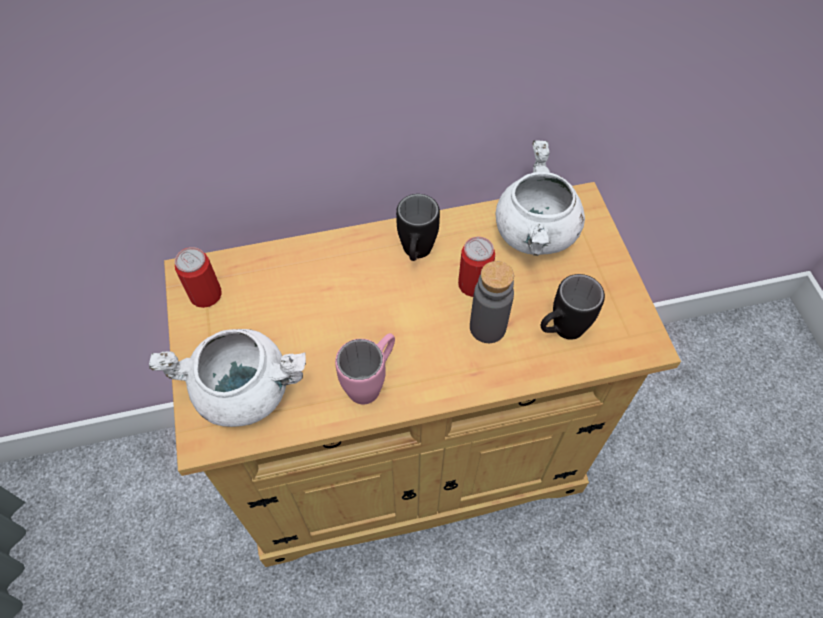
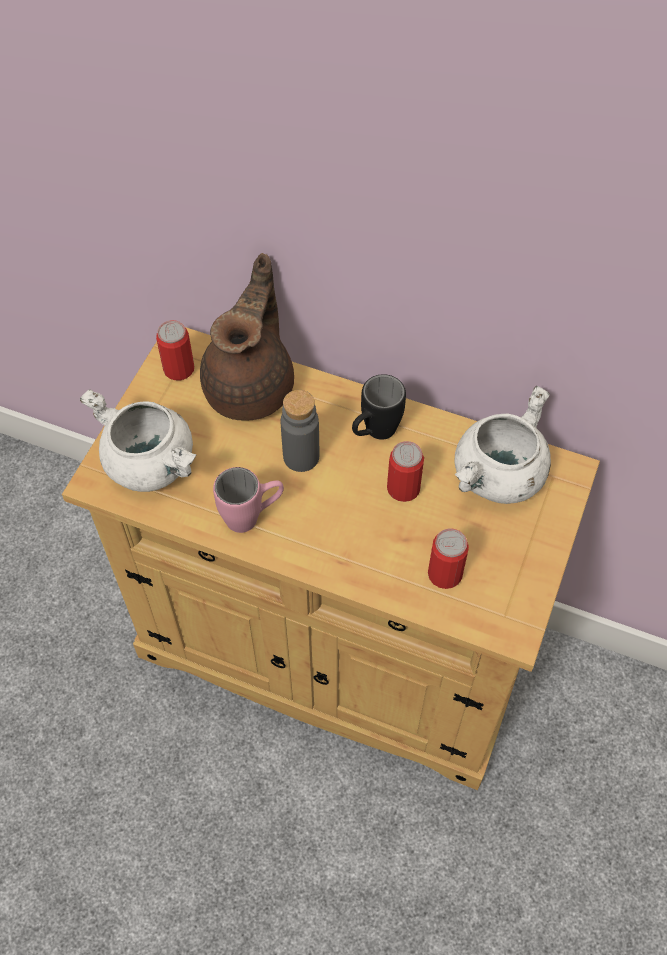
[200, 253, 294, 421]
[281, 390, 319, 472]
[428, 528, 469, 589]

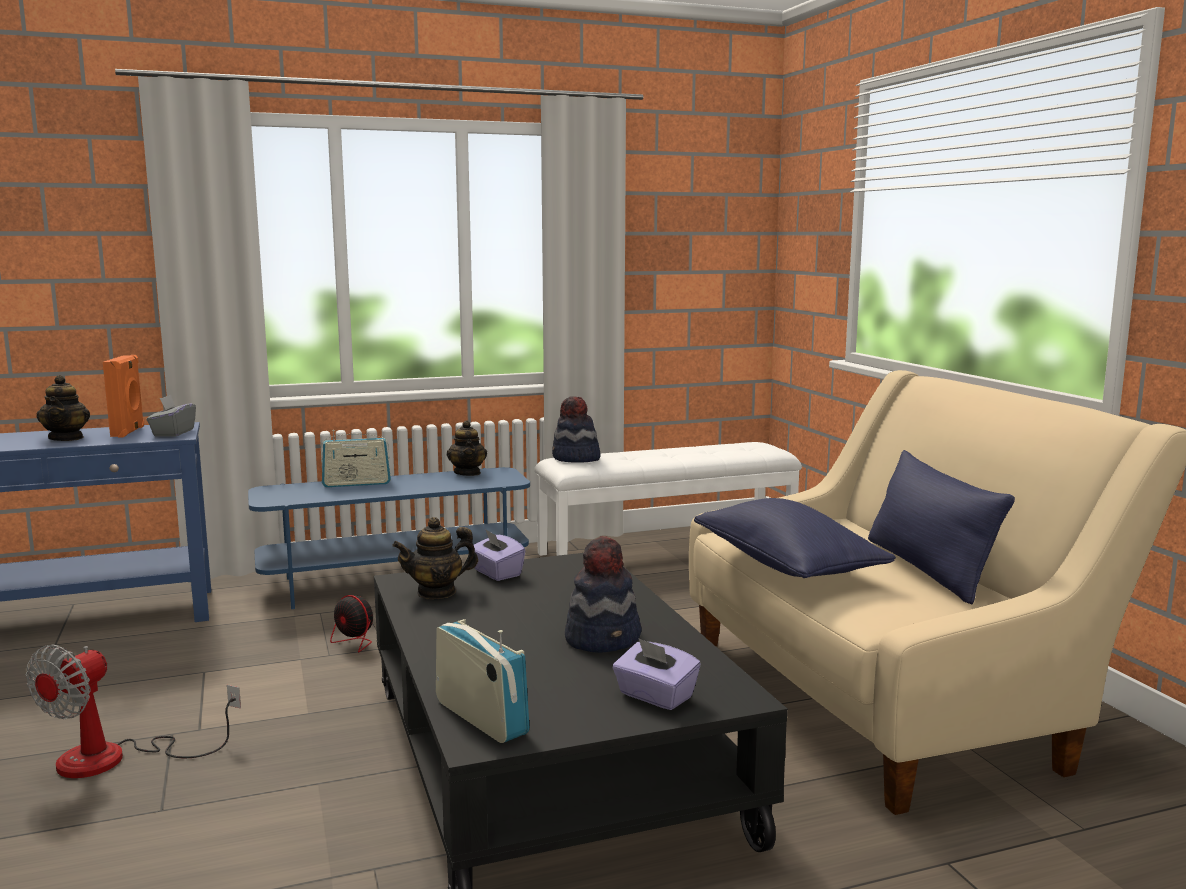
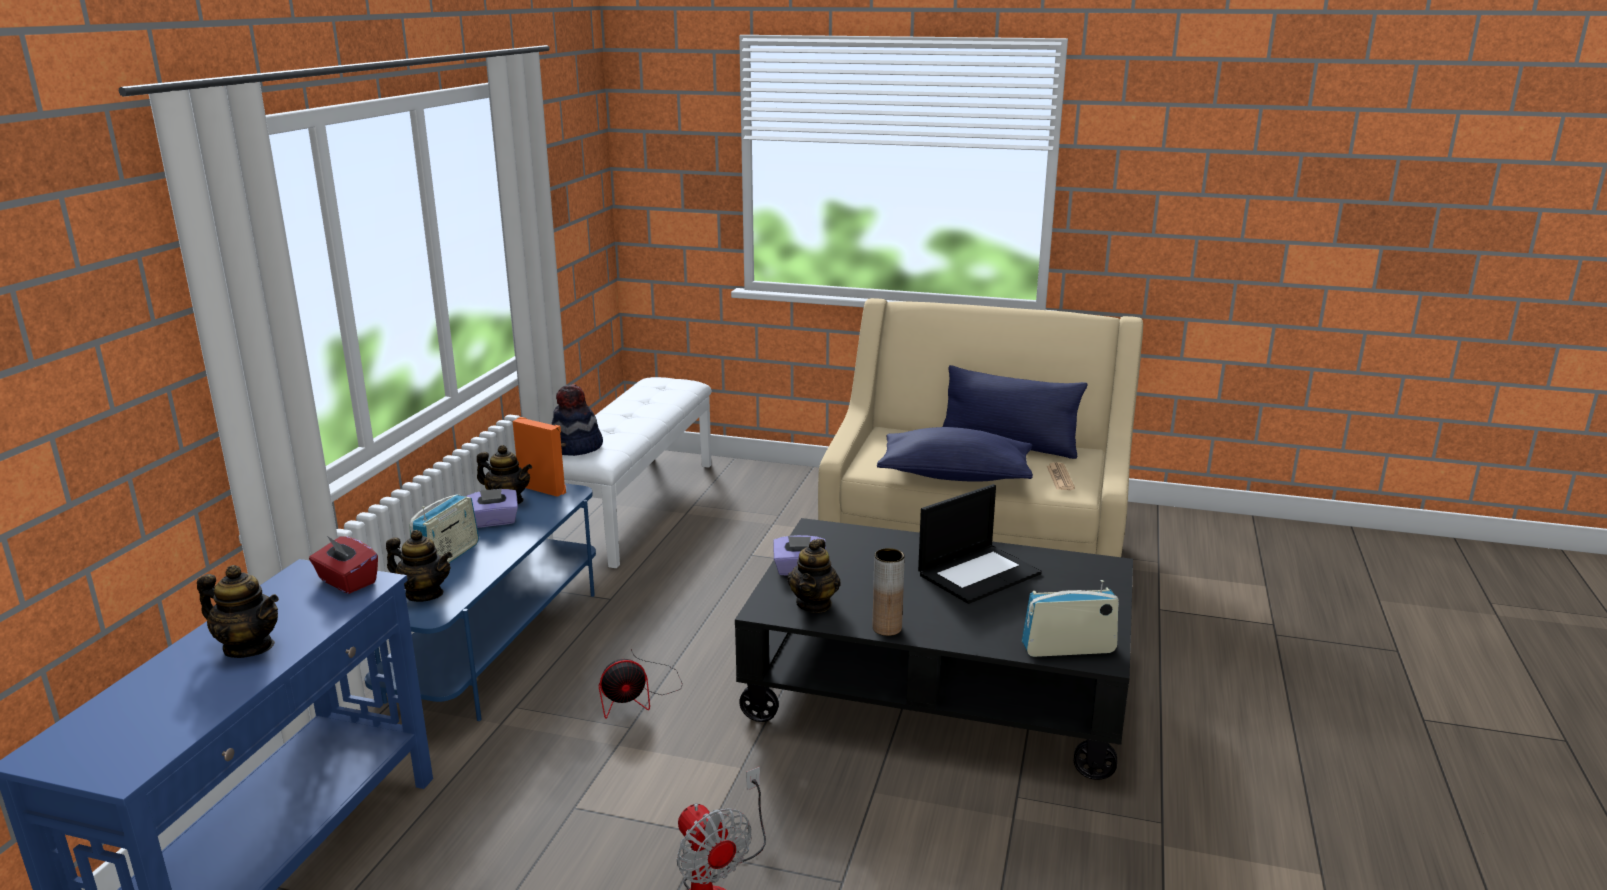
[386, 530, 452, 602]
[872, 548, 905, 636]
[1047, 462, 1075, 490]
[513, 417, 566, 497]
[466, 489, 518, 528]
[918, 484, 1042, 604]
[309, 536, 378, 594]

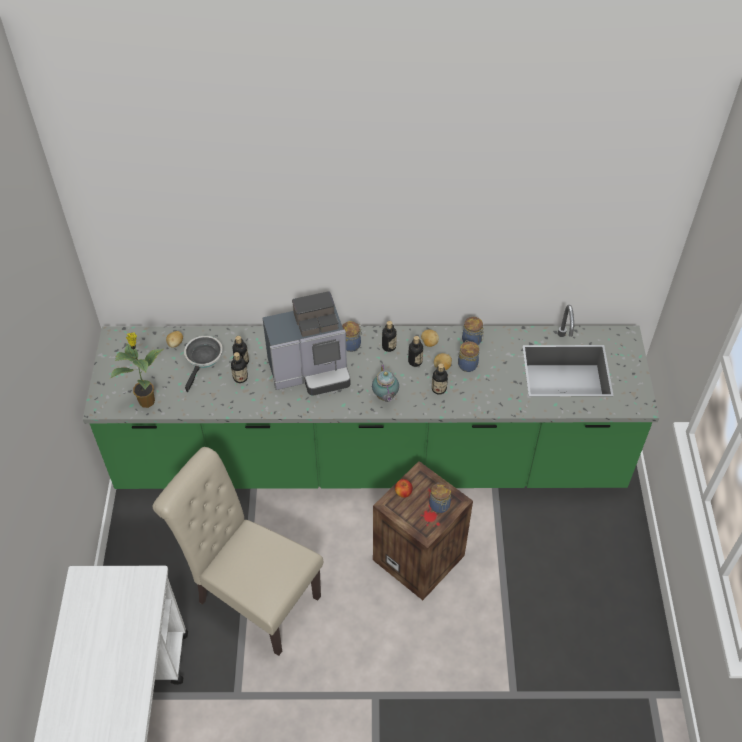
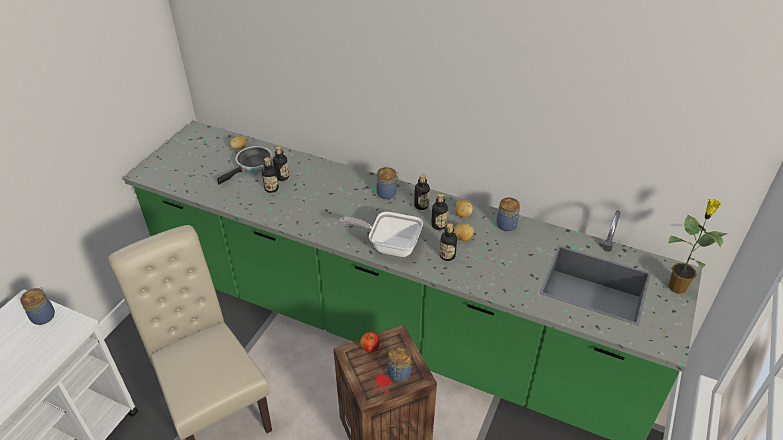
[262, 292, 350, 396] (first image)
[668, 199, 728, 294]
[20, 287, 55, 325]
[340, 212, 423, 257]

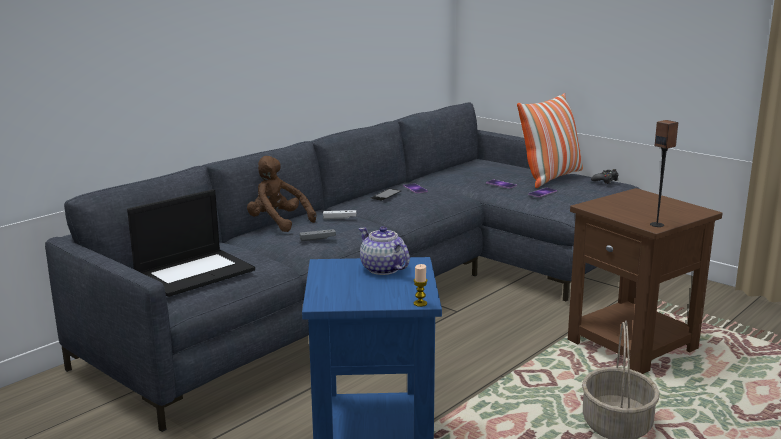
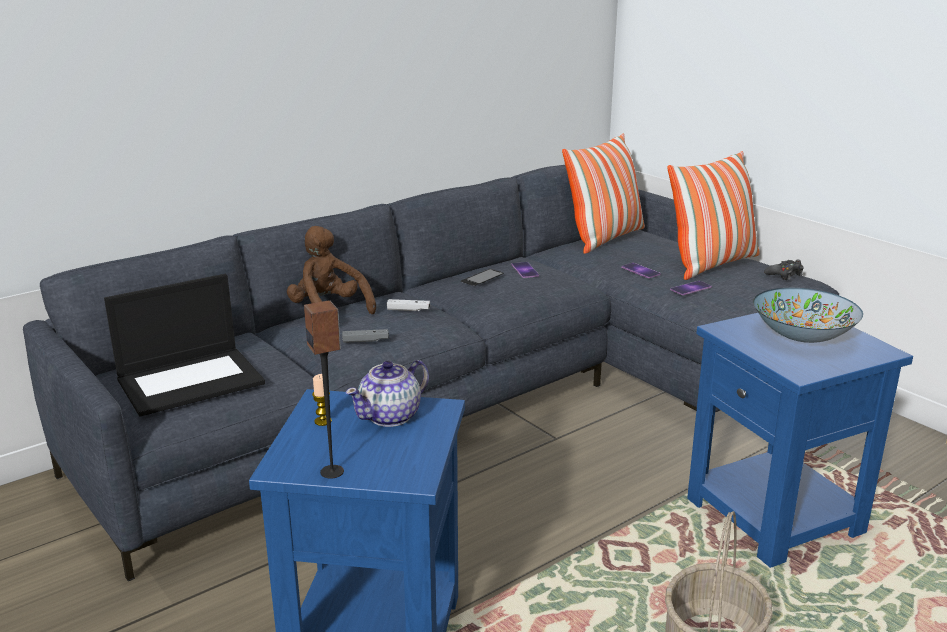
[562, 134, 645, 254]
[753, 288, 863, 343]
[312, 374, 332, 426]
[304, 300, 344, 479]
[687, 313, 913, 568]
[346, 360, 429, 427]

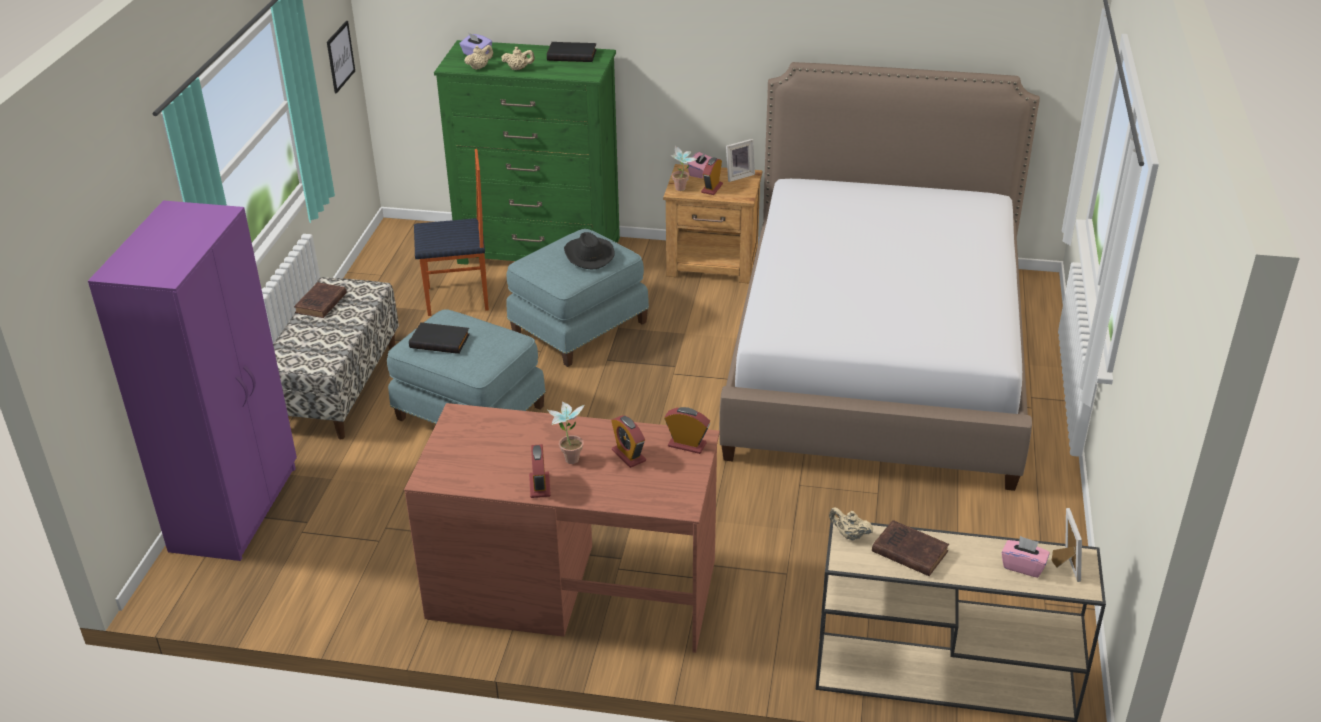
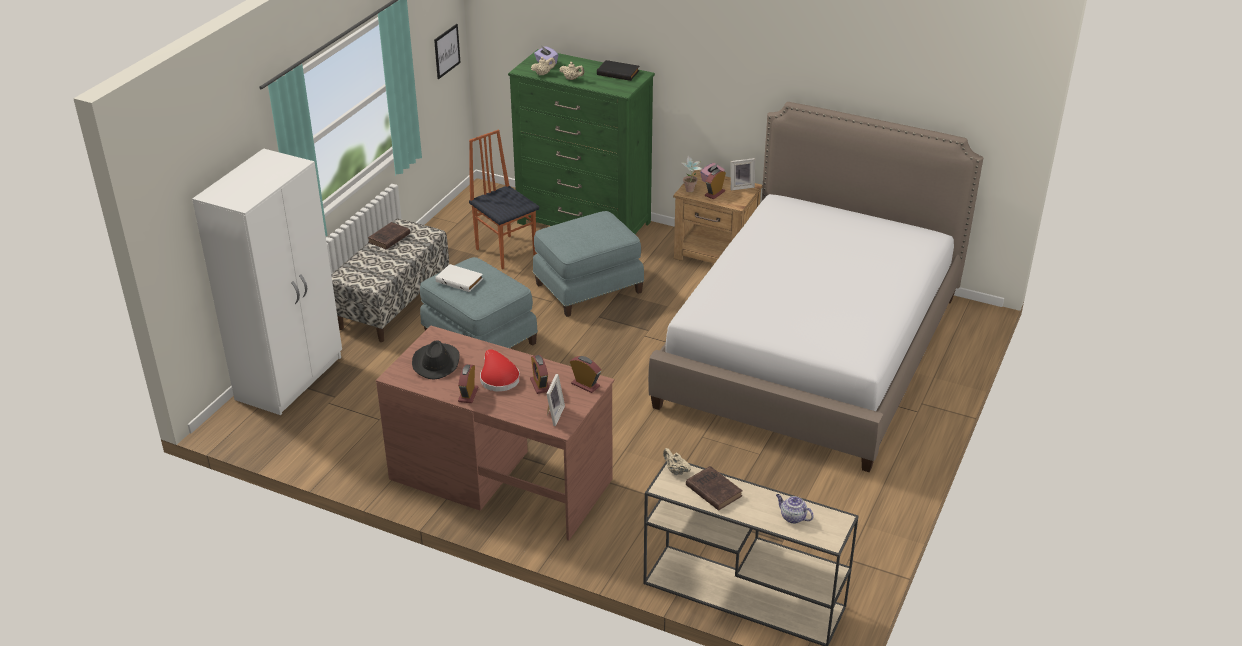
[412, 340, 460, 380]
[546, 374, 565, 426]
[480, 349, 520, 392]
[776, 494, 814, 524]
[192, 148, 342, 415]
[435, 264, 483, 292]
[469, 130, 539, 269]

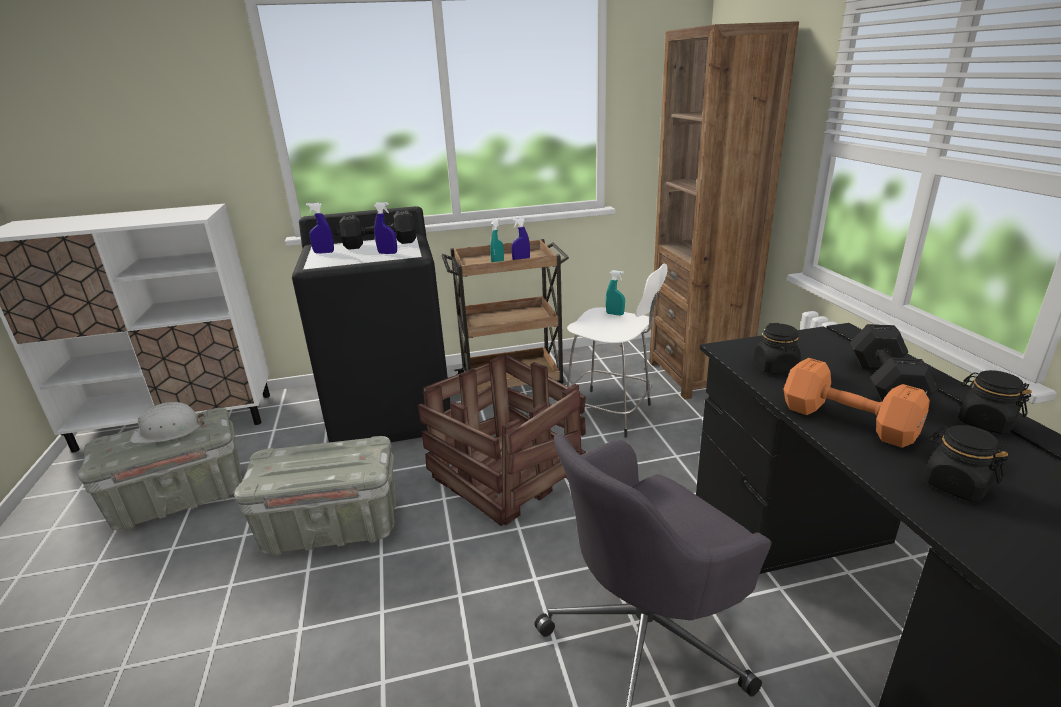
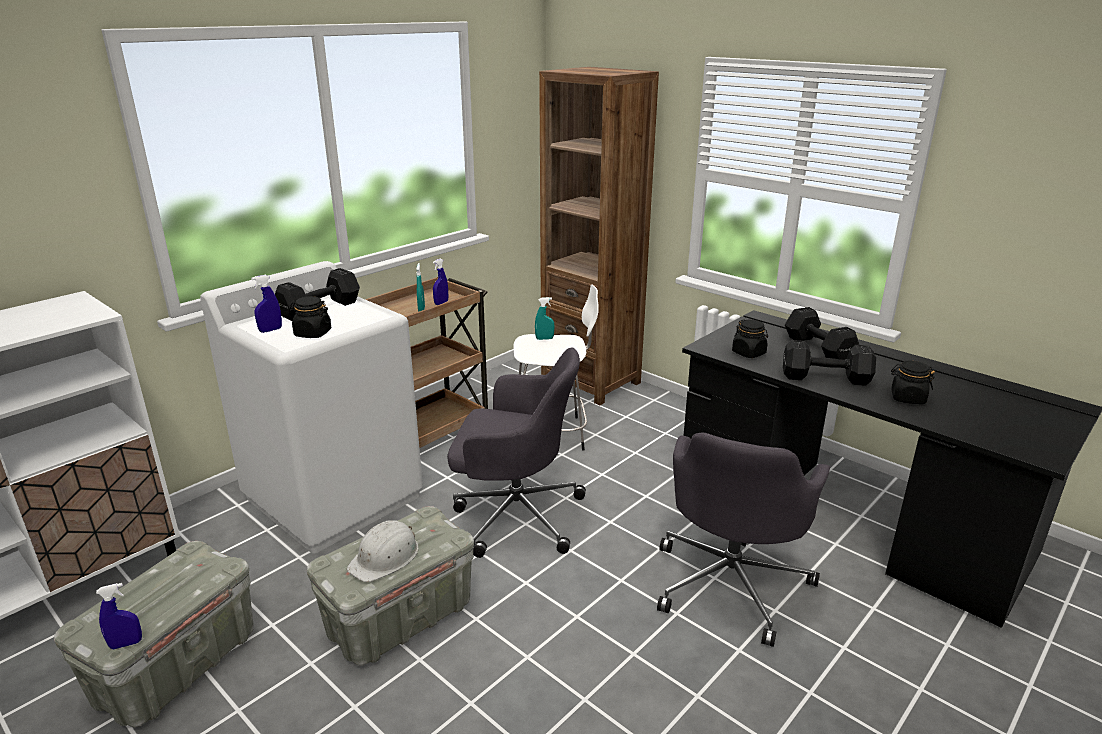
[347, 520, 418, 582]
[96, 583, 142, 649]
[289, 296, 331, 338]
[447, 348, 586, 558]
[200, 261, 423, 553]
[783, 340, 876, 386]

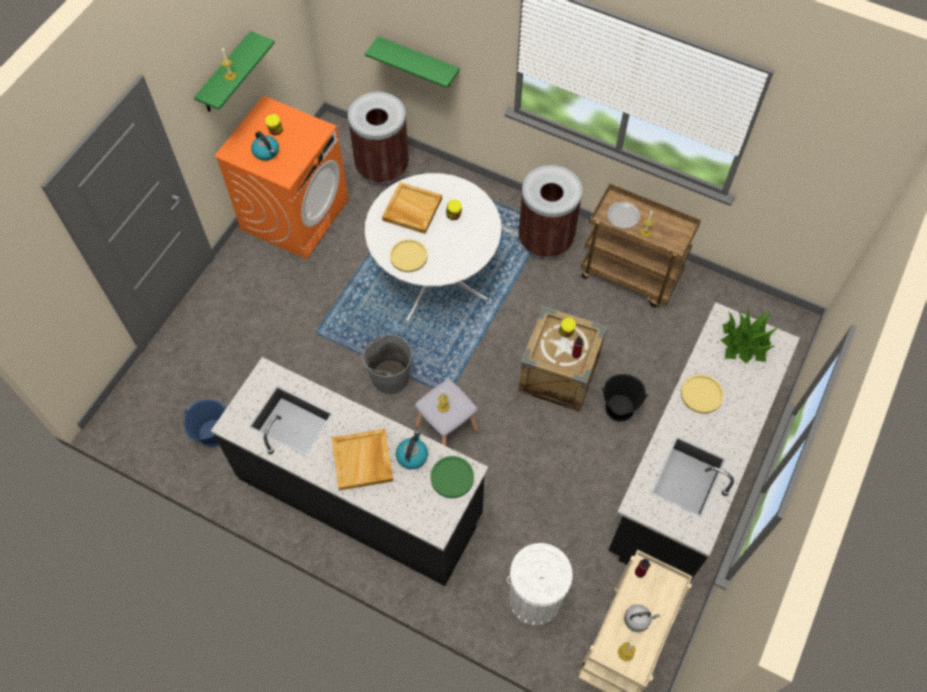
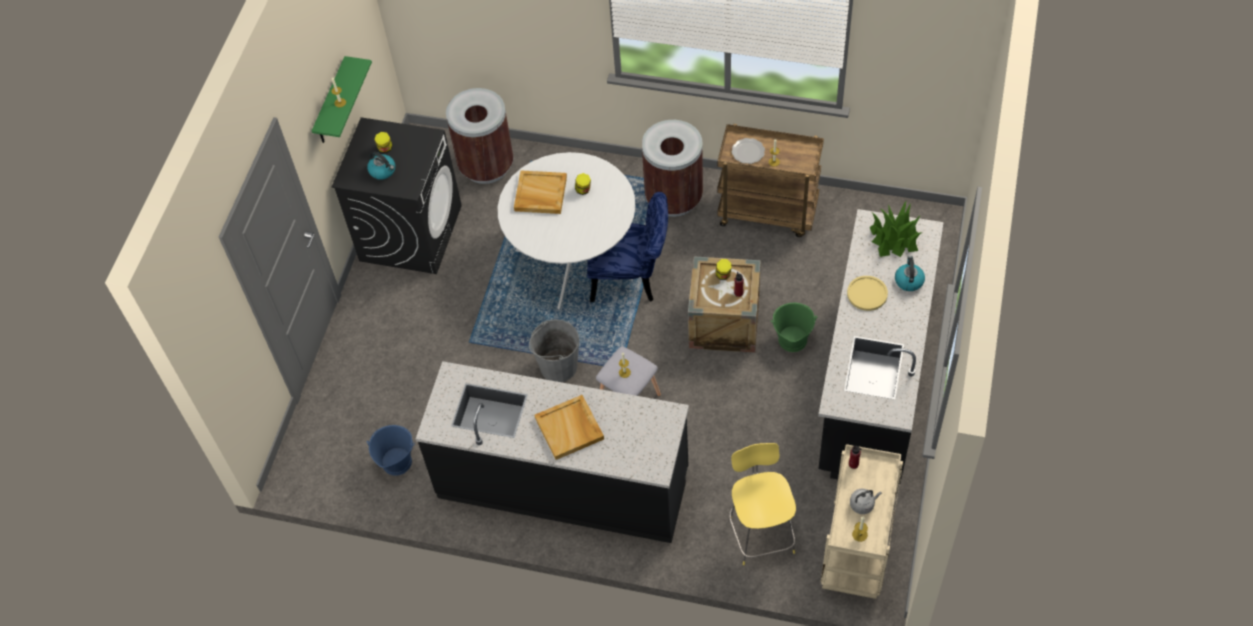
[365, 36, 460, 88] (first image)
[390, 239, 428, 272] (first image)
[430, 456, 474, 498] (first image)
[587, 192, 668, 302]
[895, 256, 925, 291]
[729, 443, 796, 565]
[332, 117, 462, 274]
[771, 303, 817, 352]

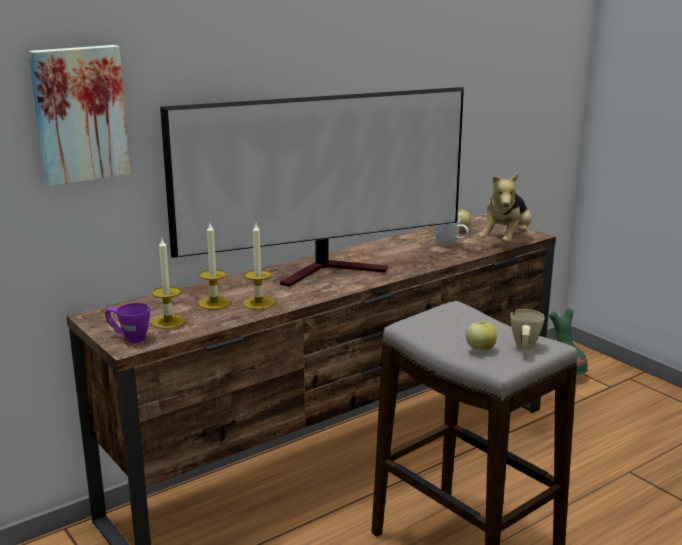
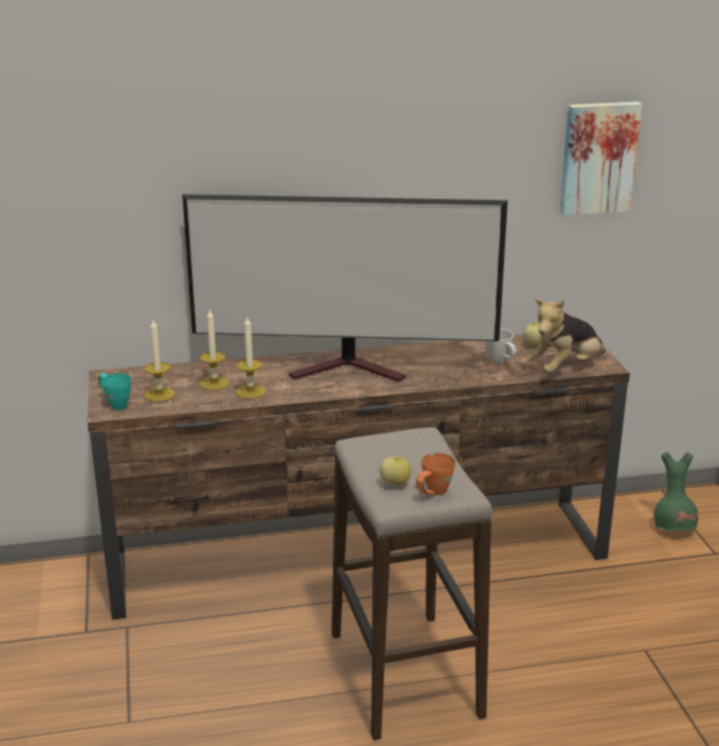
[560, 102, 642, 216]
[98, 373, 131, 410]
[416, 453, 456, 495]

